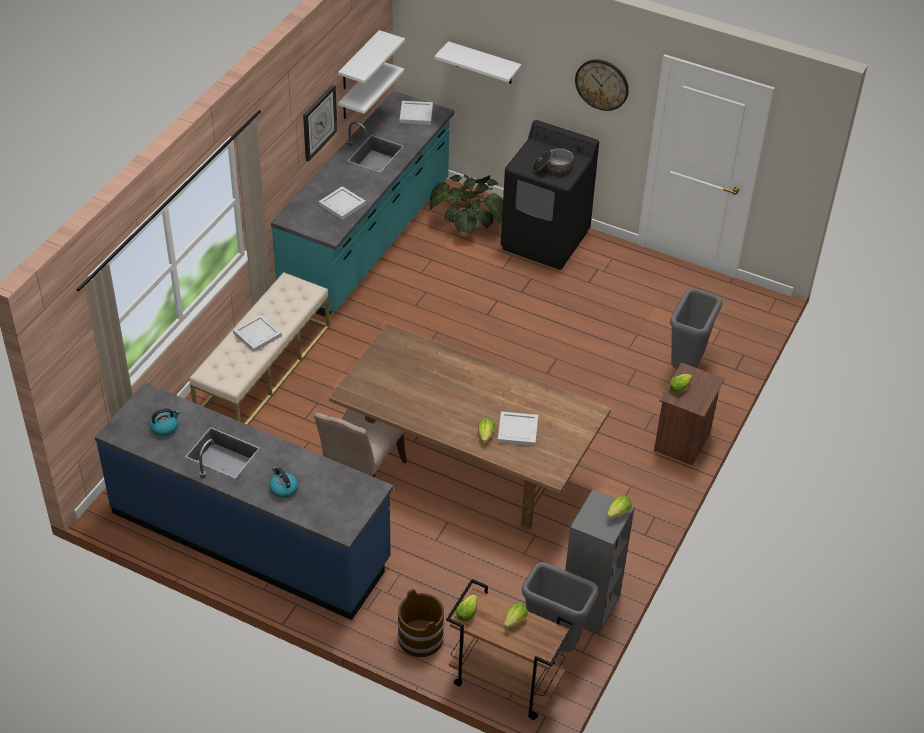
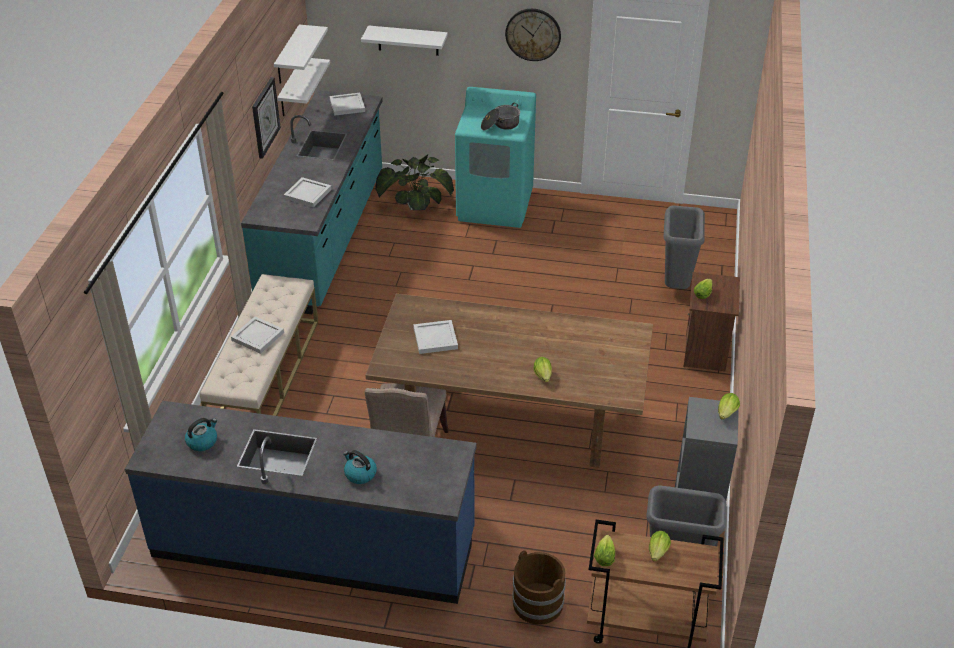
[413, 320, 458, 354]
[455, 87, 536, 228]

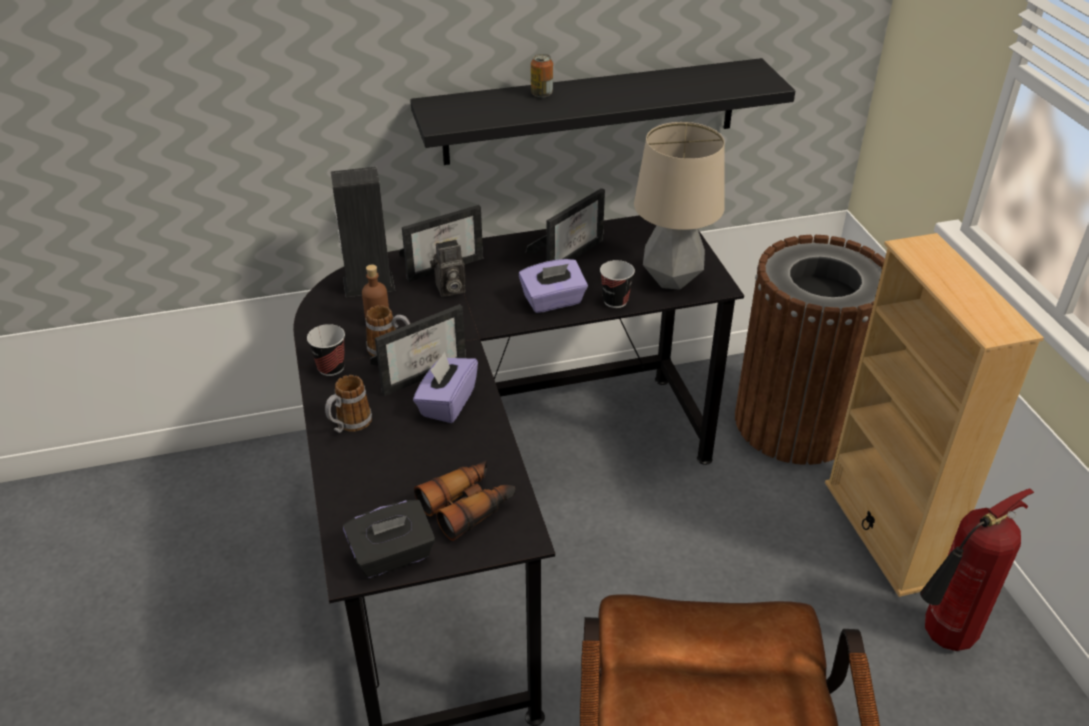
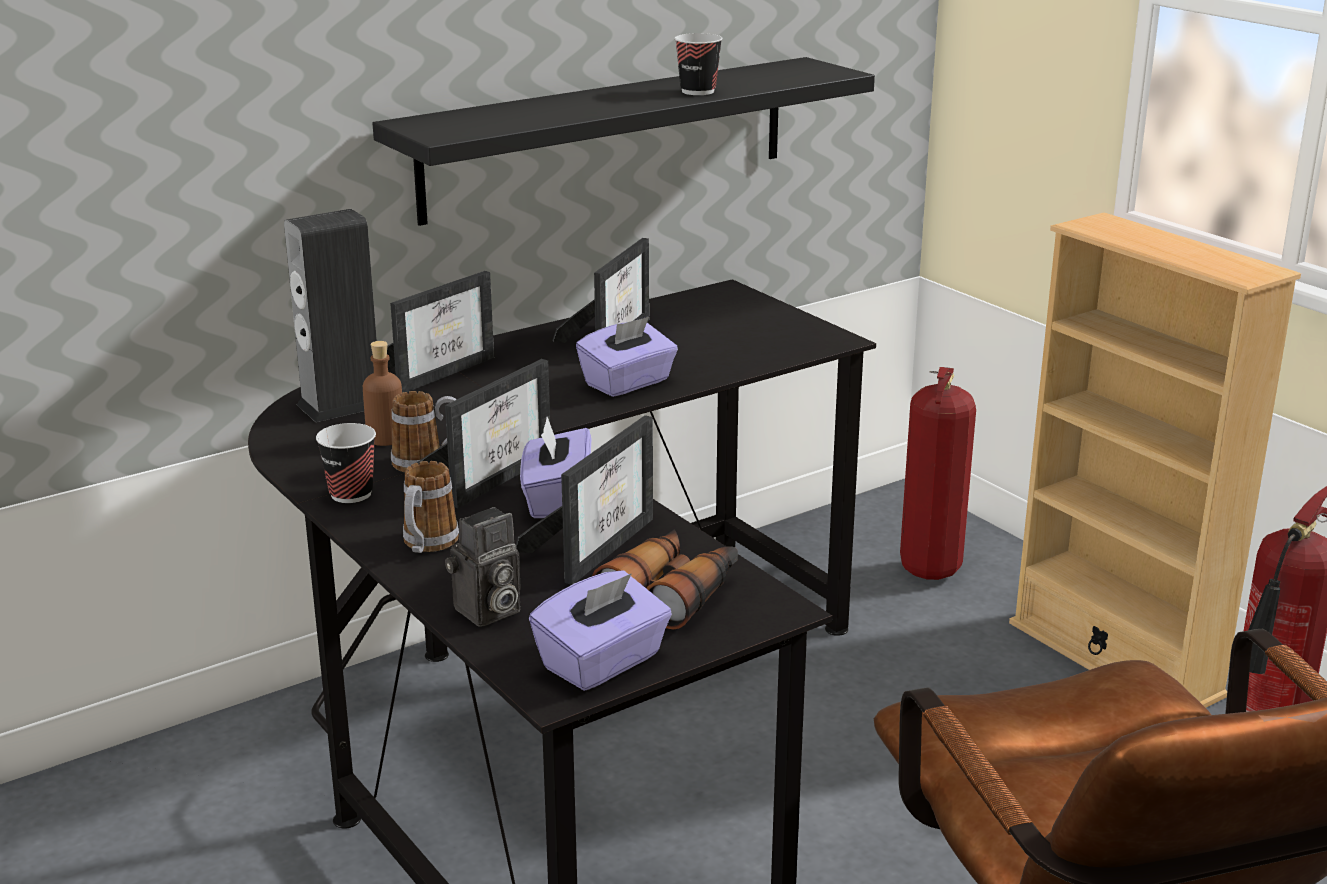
[531, 54, 553, 98] (first image)
[634, 122, 725, 290] (first image)
[516, 415, 653, 585]
[445, 507, 521, 627]
[674, 33, 723, 95]
[900, 367, 976, 580]
[529, 570, 672, 691]

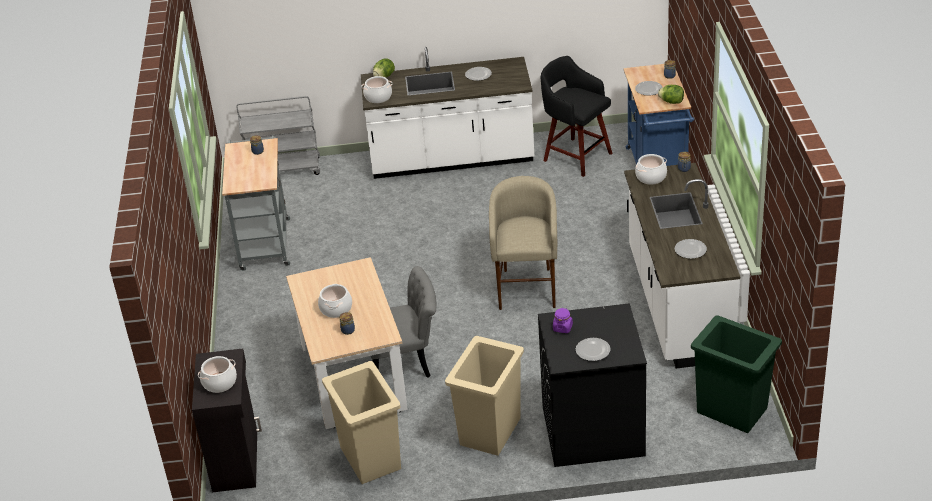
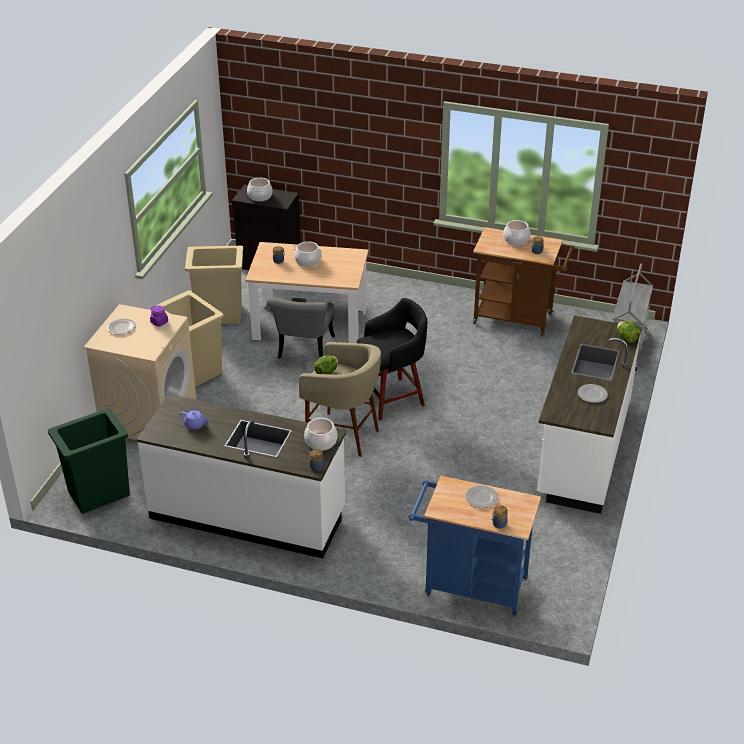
[503, 220, 530, 245]
[357, 298, 427, 421]
[314, 355, 338, 375]
[180, 410, 210, 430]
[473, 227, 574, 337]
[84, 304, 197, 440]

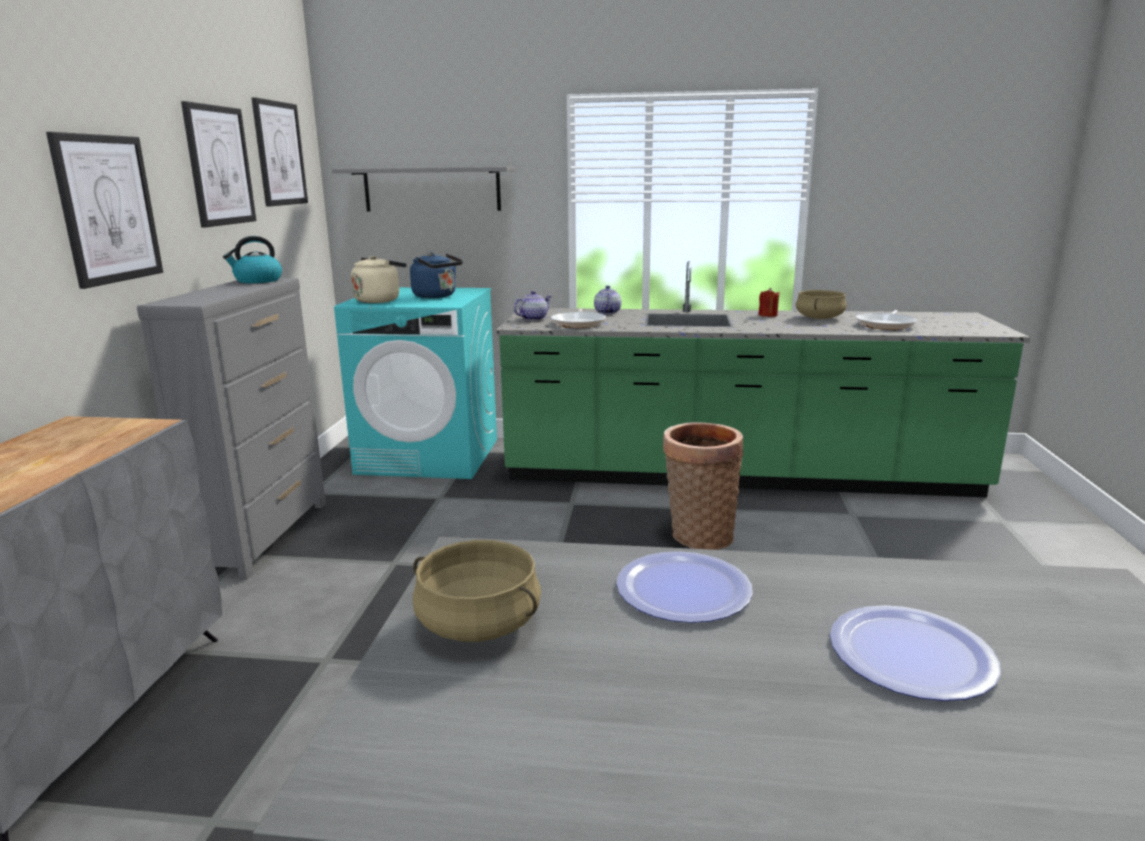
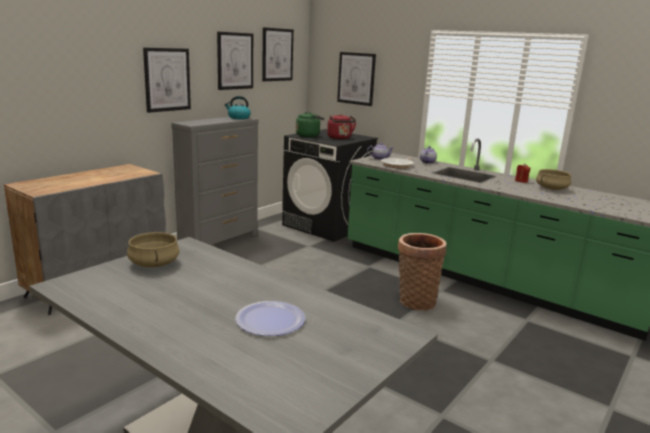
[616, 551, 753, 623] (first image)
[856, 310, 917, 330] (first image)
[337, 52, 376, 106]
[282, 129, 378, 242]
[296, 112, 324, 137]
[327, 114, 357, 139]

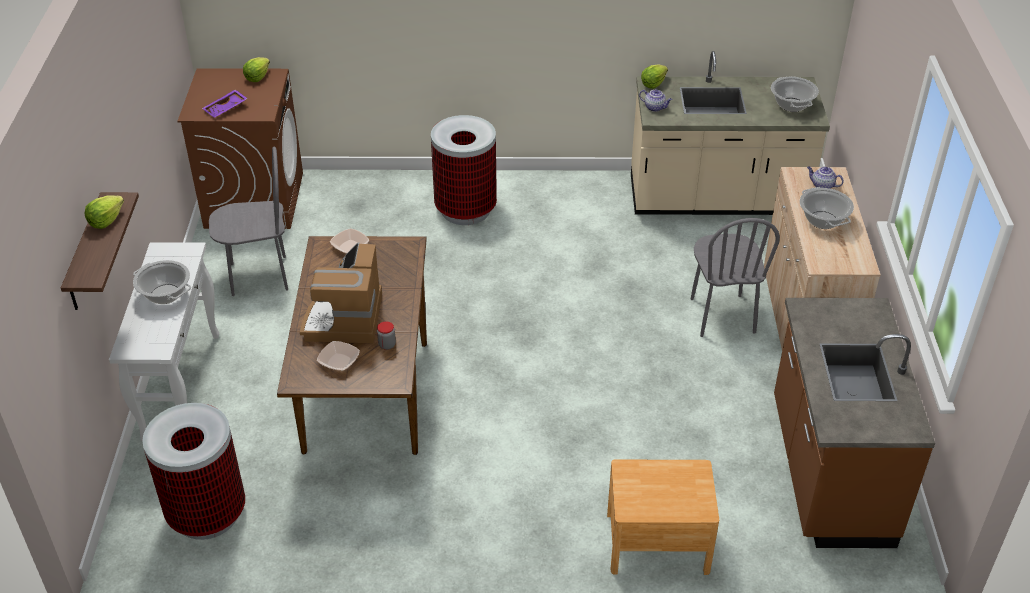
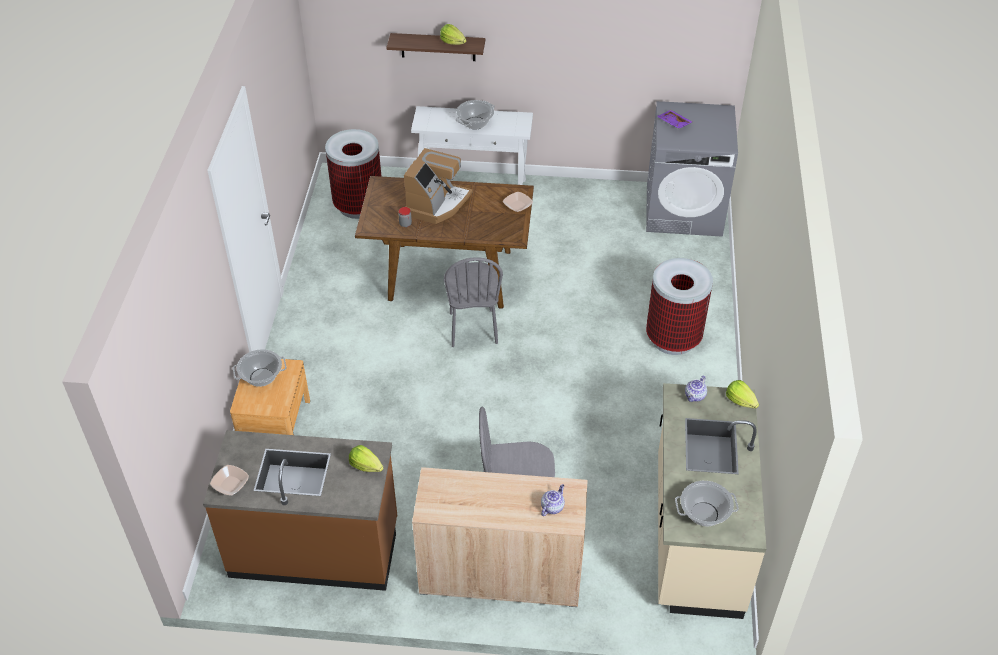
[444, 257, 503, 347]
[349, 445, 383, 472]
[210, 465, 249, 496]
[233, 349, 287, 387]
[646, 101, 738, 237]
[404, 148, 473, 224]

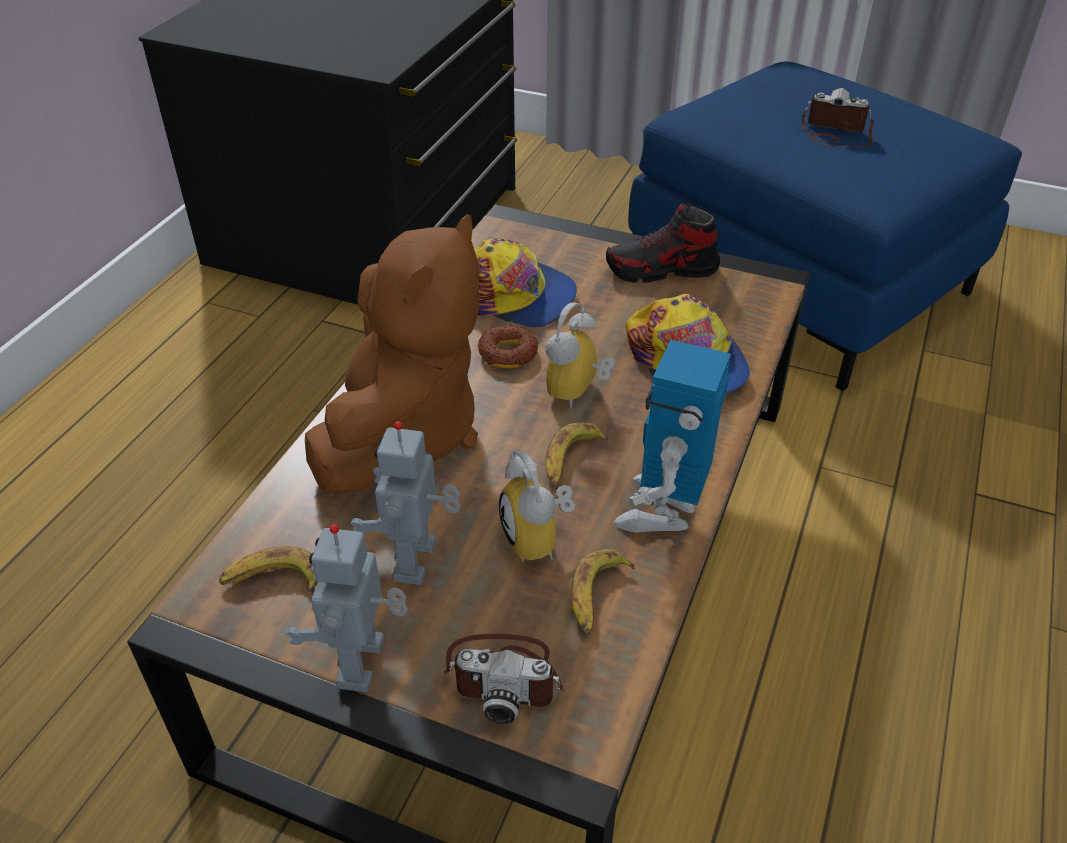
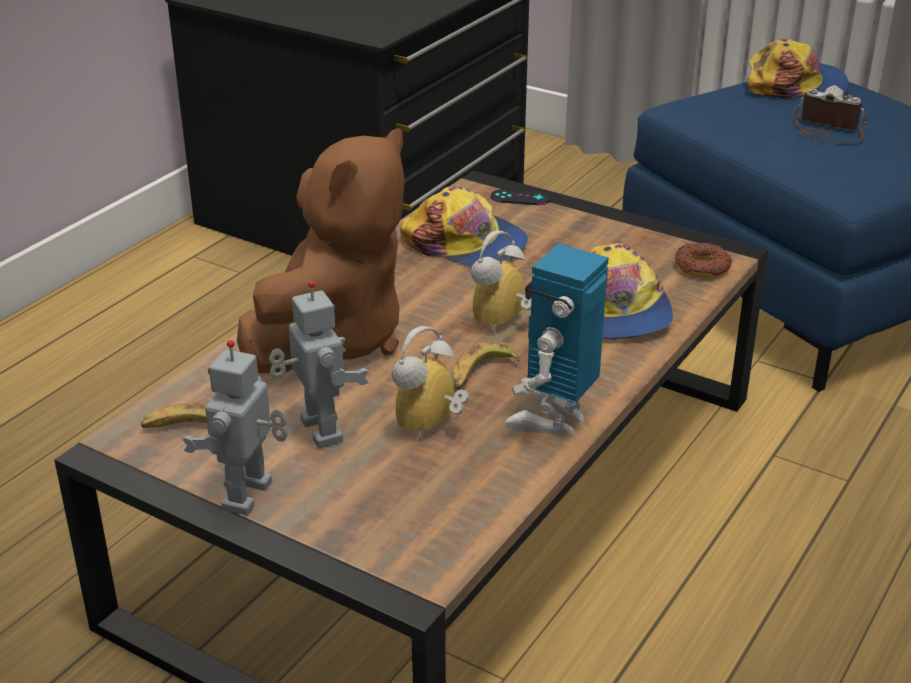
[443, 634, 564, 724] (first image)
[571, 548, 635, 634] (first image)
[606, 202, 720, 283] (first image)
[491, 189, 551, 205]
[747, 38, 849, 99]
[675, 243, 732, 278]
[269, 281, 369, 448]
[391, 326, 469, 442]

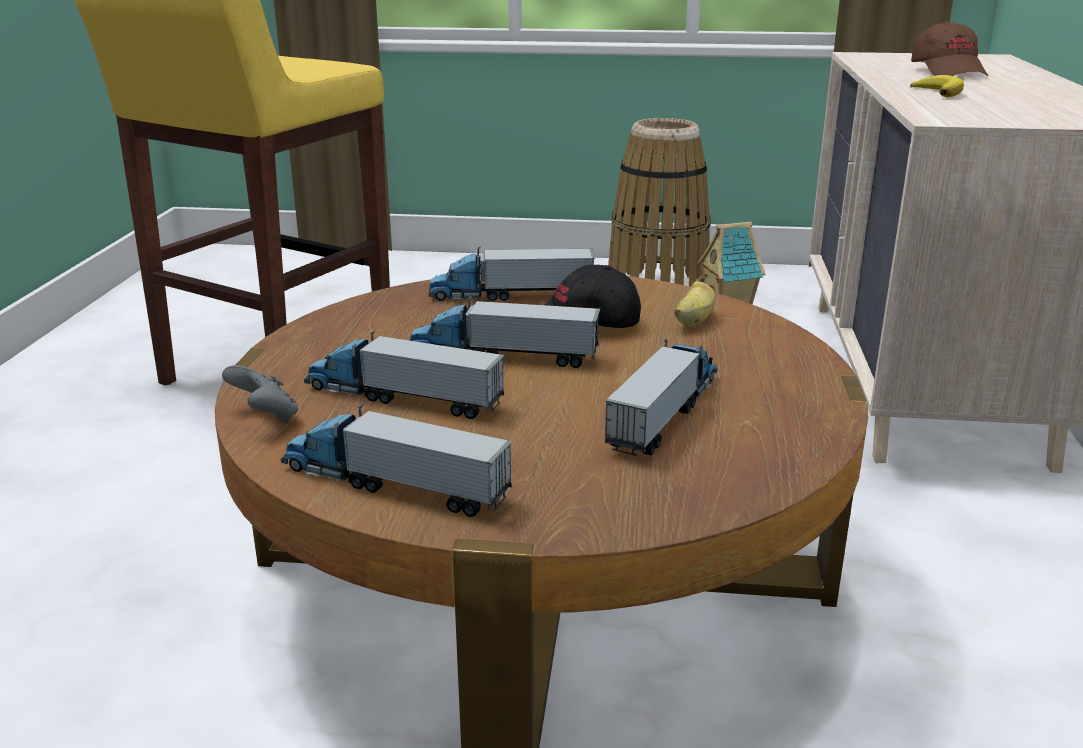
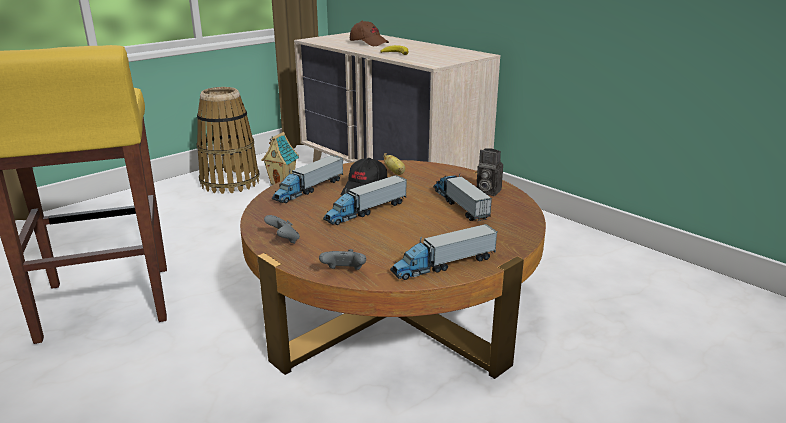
[304, 330, 504, 419] (first image)
[264, 215, 300, 244]
[477, 148, 503, 196]

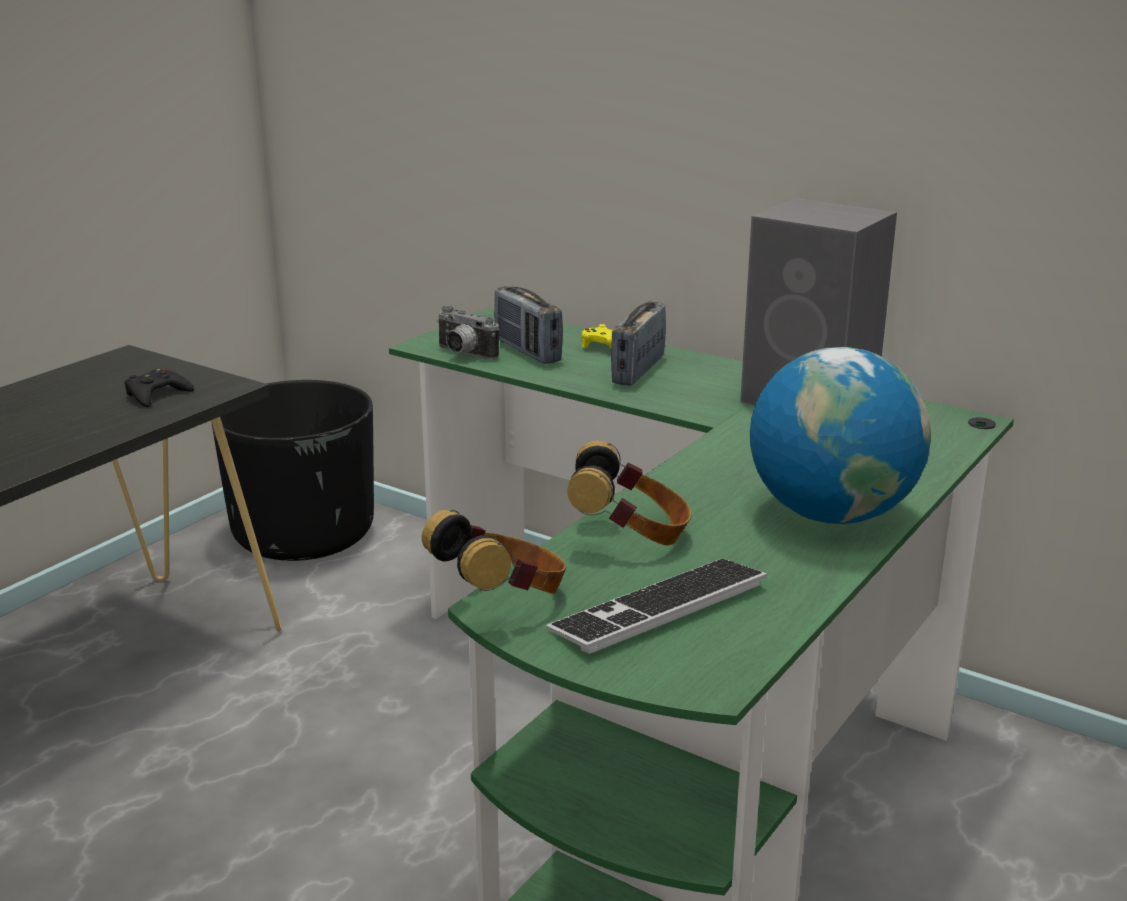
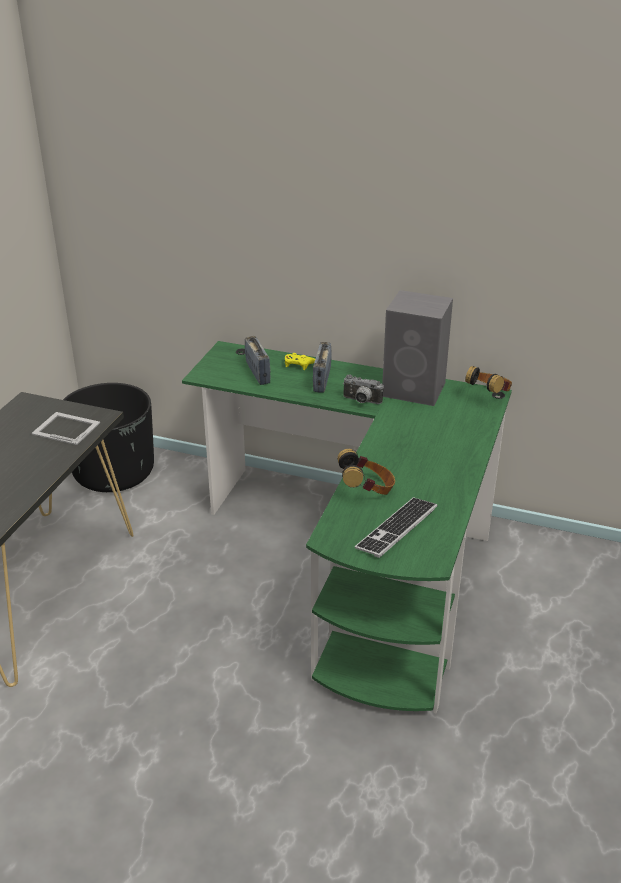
[750, 347, 931, 524] (first image)
[465, 366, 512, 393]
[343, 374, 384, 404]
[31, 412, 100, 445]
[245, 336, 271, 385]

